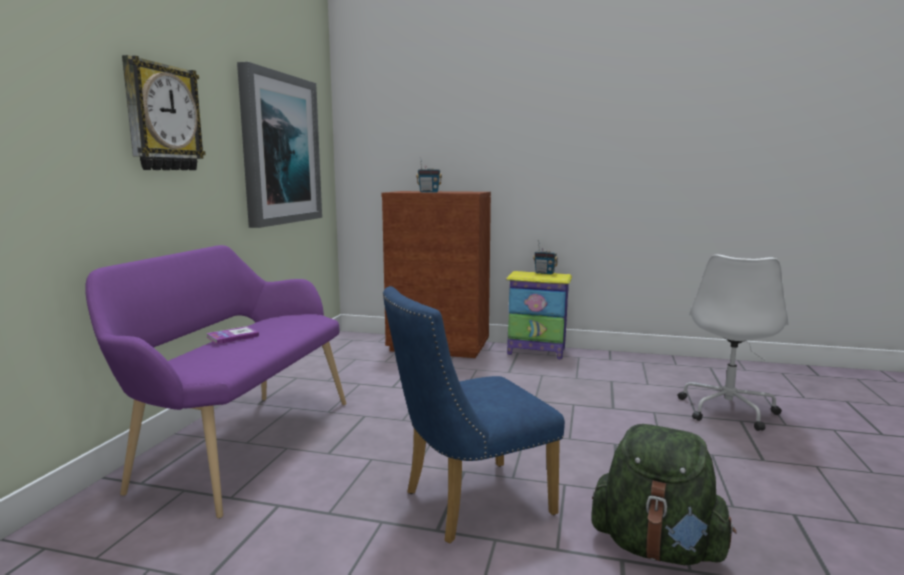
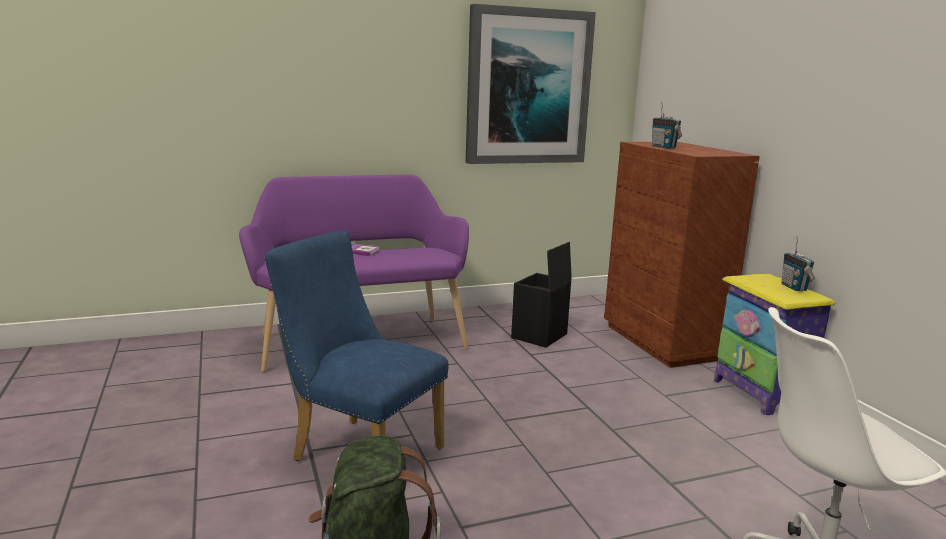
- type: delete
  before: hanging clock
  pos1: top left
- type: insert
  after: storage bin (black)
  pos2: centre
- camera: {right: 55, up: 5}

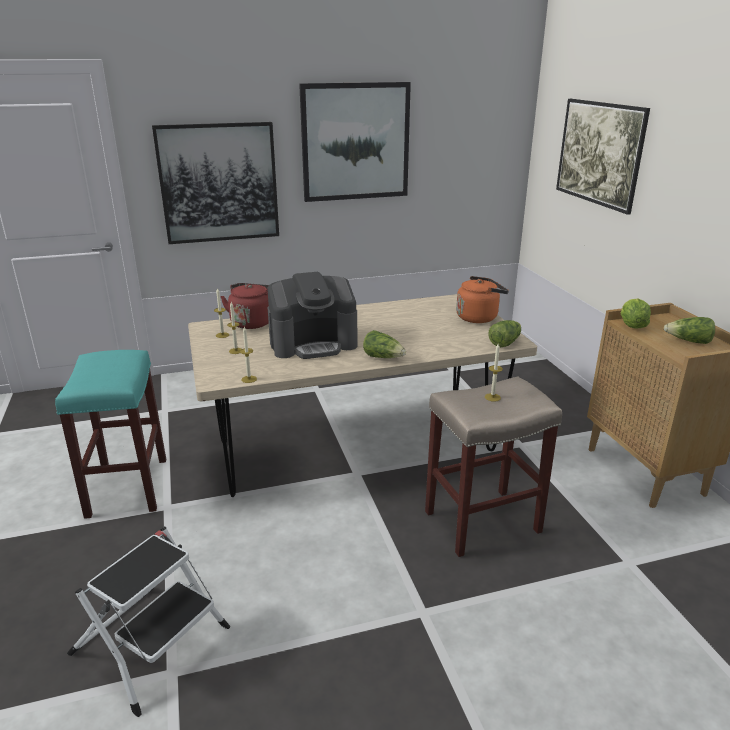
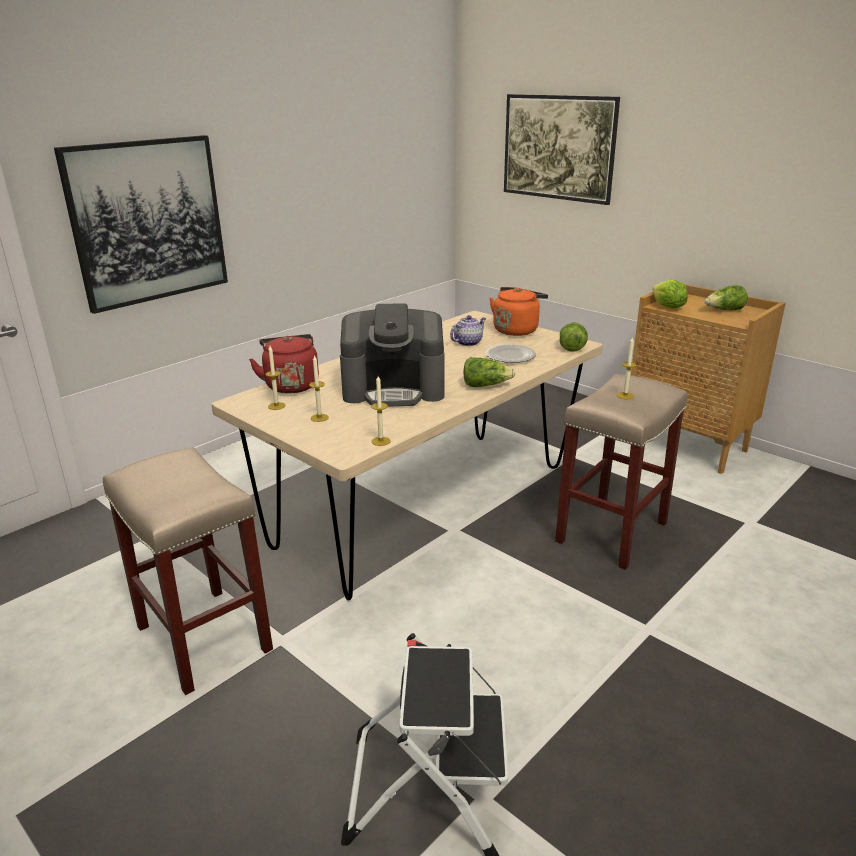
- type: delete
  before: wall art (2nd from left)
  pos1: top centre
- type: insert
  after: teapot
  pos2: centre
- type: insert
  after: dinner plate
  pos2: centre
- type: recolor
  before: stool seat (turquoise)
  after: stool seat (beige) (1st from left)
  pos1: middle left
  pos2: bottom left
- type: rotate
  before: coffee machine
  pos1: centre
  pos2: centre
  turn: 45
- camera: {right: -30, up: 0}

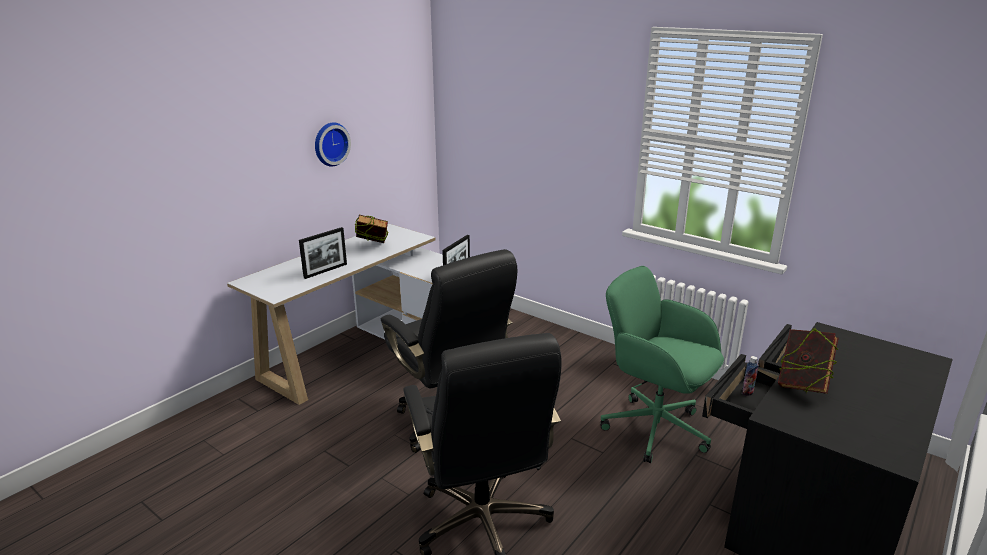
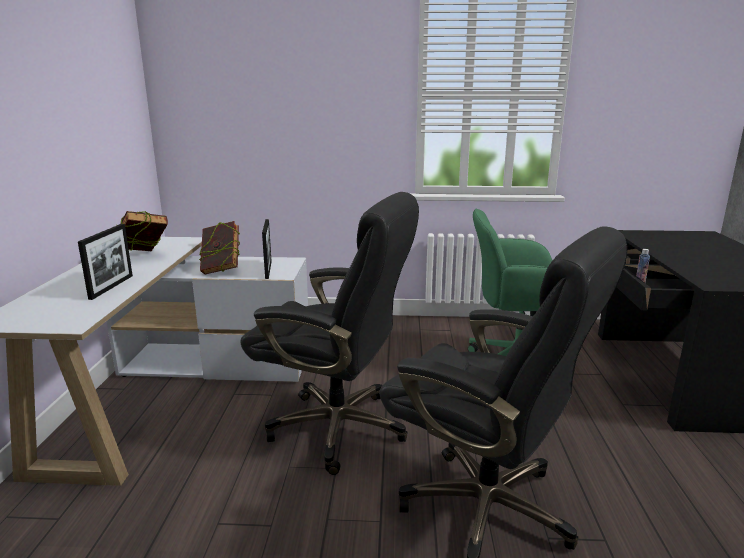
- type: delete
  before: hanging clock
  pos1: top centre
- type: move
  before: volume (2nd from left)
  pos1: middle right
  pos2: middle left
- camera: {right: -35, up: -5}

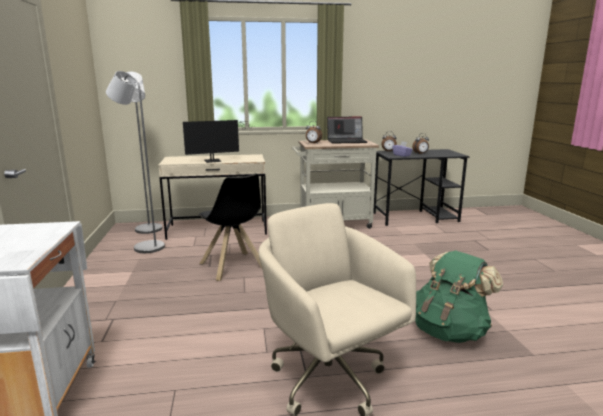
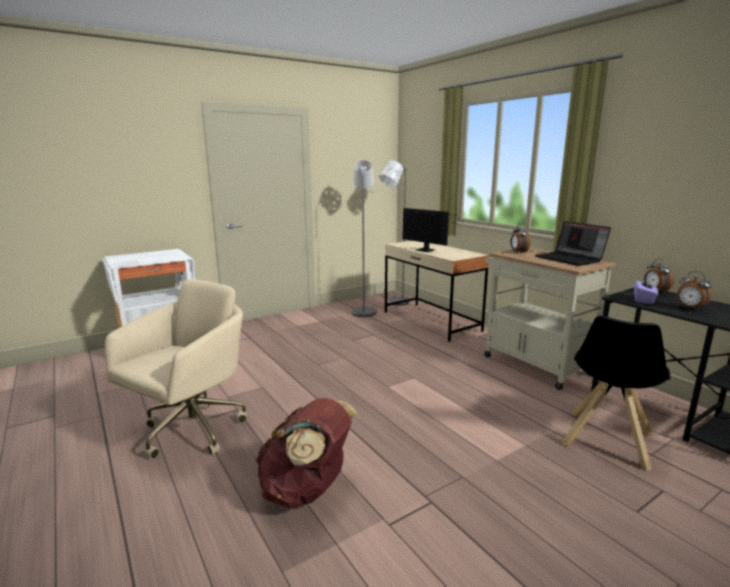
- type: move
  before: upright chair (black)
  pos1: centre
  pos2: bottom right
- type: recolor
  before: rucksack (green-coloured)
  after: rucksack (brownish)
  pos1: bottom right
  pos2: bottom centre
- camera: {right: 65, up: 0}

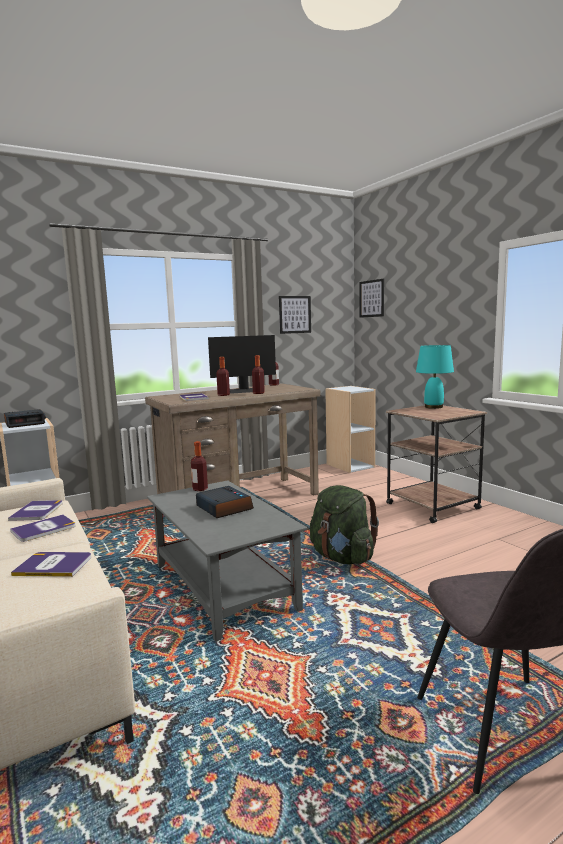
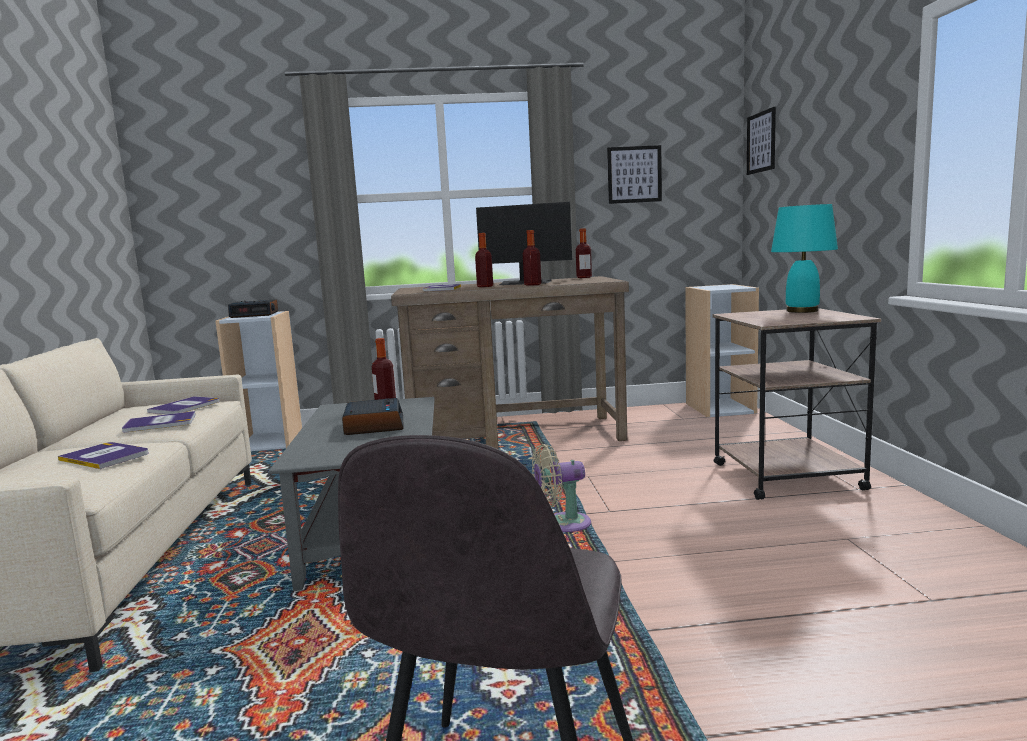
- type: replace
  before: rucksack (green-coloured)
  after: cooling fan (beige)
  pos1: centre
  pos2: centre
- camera: {right: 25, up: 0}

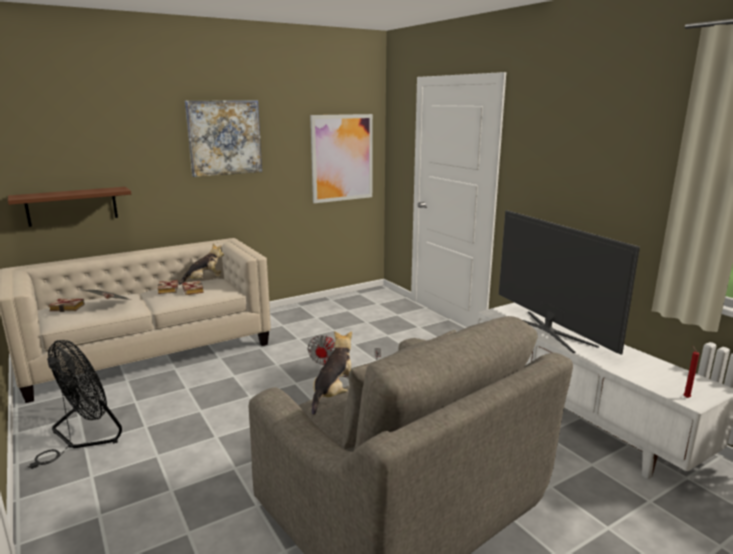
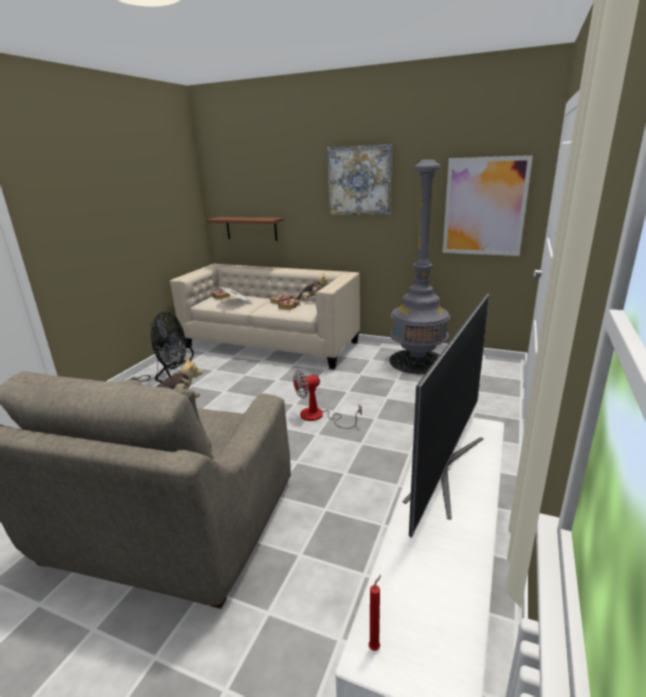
- type: insert
  after: standing lamp (gray)
  pos2: centre
- camera: {right: 55, up: 5}

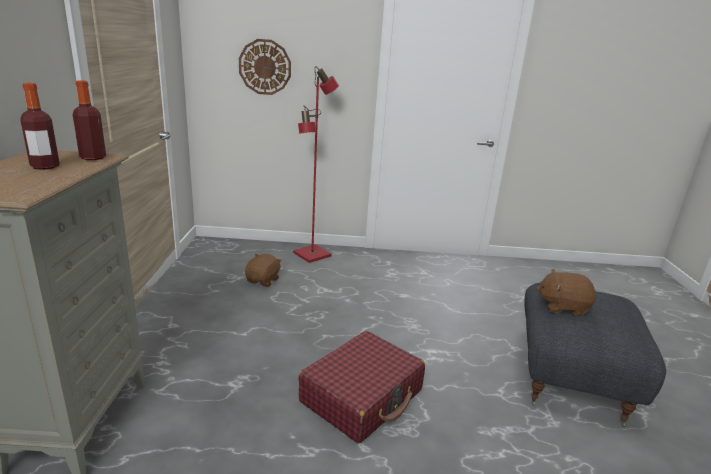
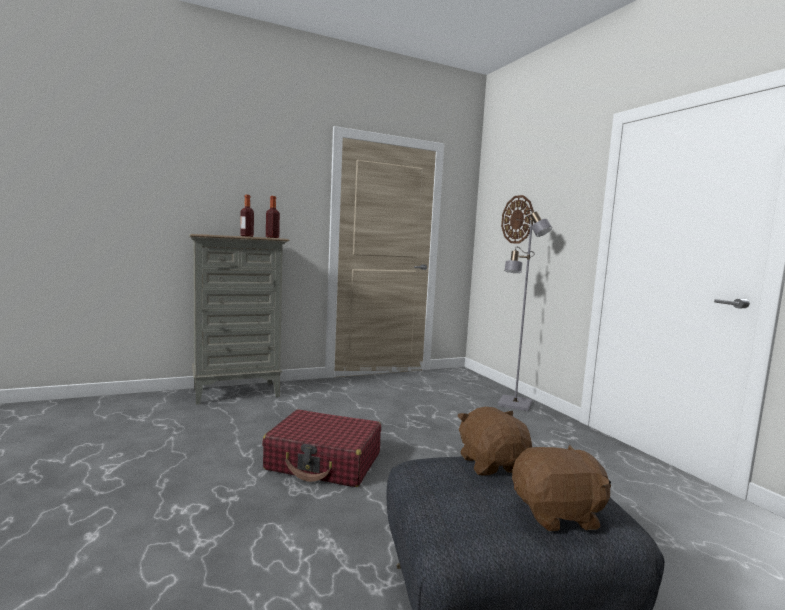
- type: move
  before: soft toy (brownish) (1st from left in the first image)
  after: soft toy (brownish) (2nd from left)
  pos1: centre
  pos2: bottom right
- type: recolor
  before: standing lamp (red-coloured)
  after: standing lamp (gray)
  pos1: centre
  pos2: middle right
- camera: {right: 65, up: -15}

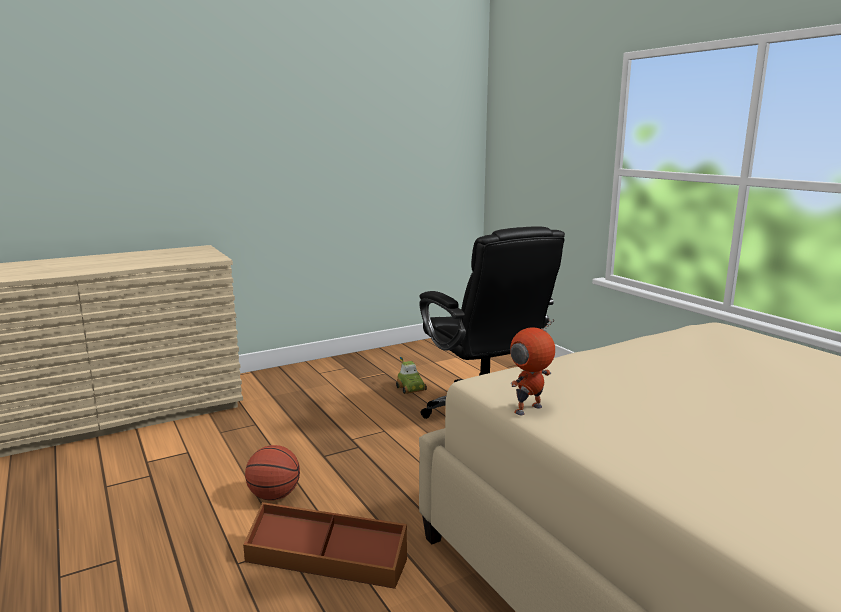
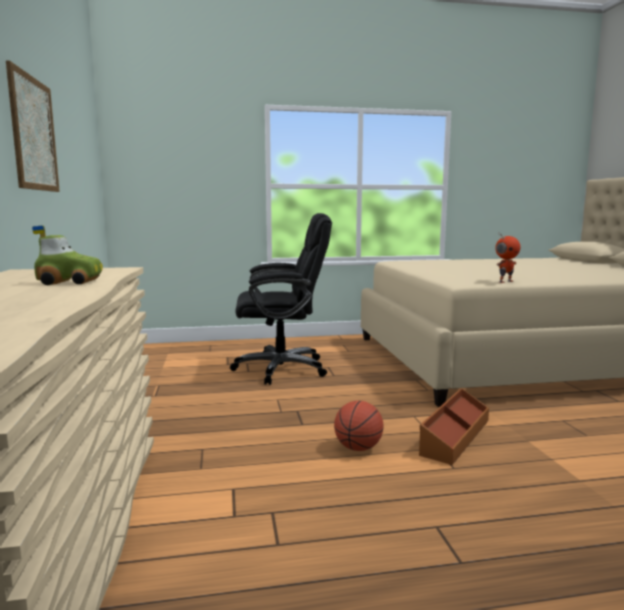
- type: insert
  after: wall art
  pos2: top left
- type: move
  before: toy car
  pos1: centre
  pos2: middle left
- type: rotate
  before: robot figure
  pos1: centre
  pos2: middle right
  turn: -105
- camera: {right: -70, up: -5}

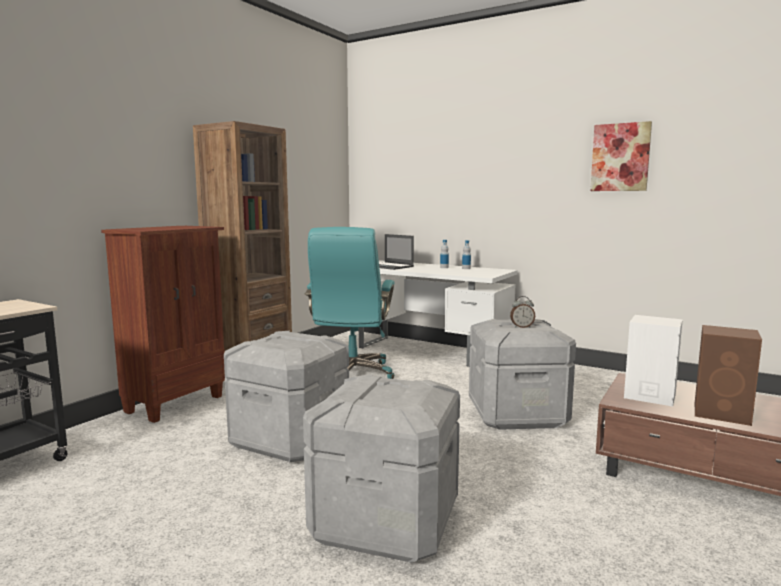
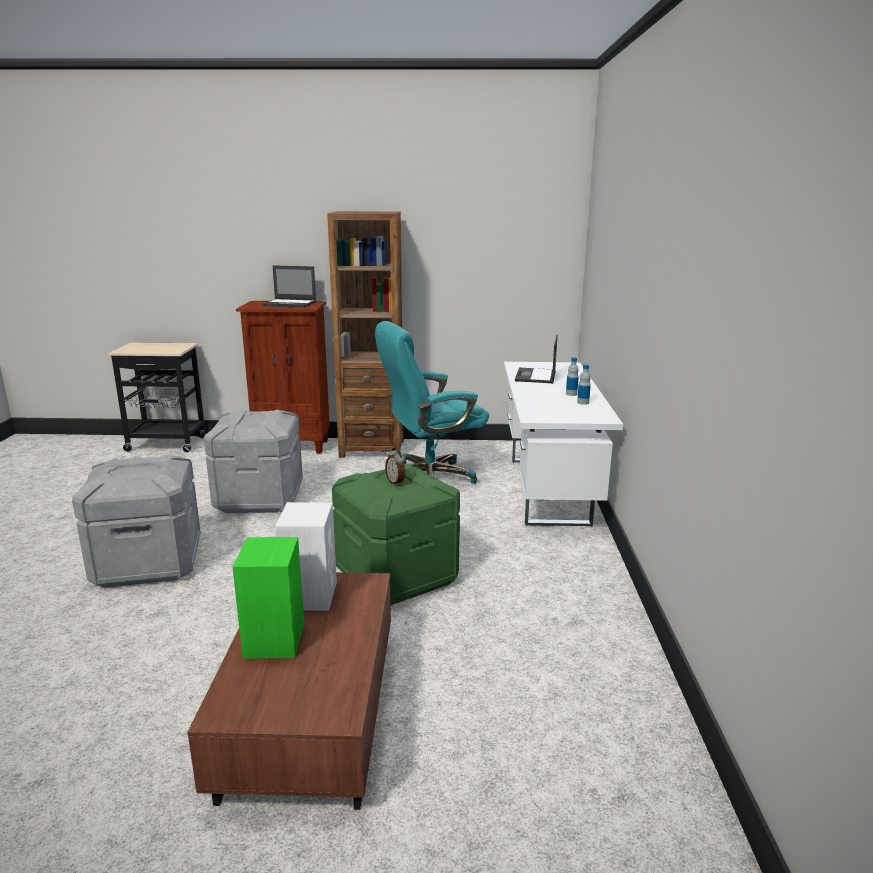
- type: delete
  before: wall art
  pos1: top right
- type: insert
  after: laptop (1st from left)
  pos2: top left
- type: recolor
  before: storage bin (gray) (3rd from left)
  after: storage bin (green-coloured)
  pos1: middle right
  pos2: centre
- type: recolor
  before: loudspeaker (brownish)
  after: loudspeaker (green-coloured)
  pos1: middle right
  pos2: bottom left
- camera: {right: 60, up: 10}

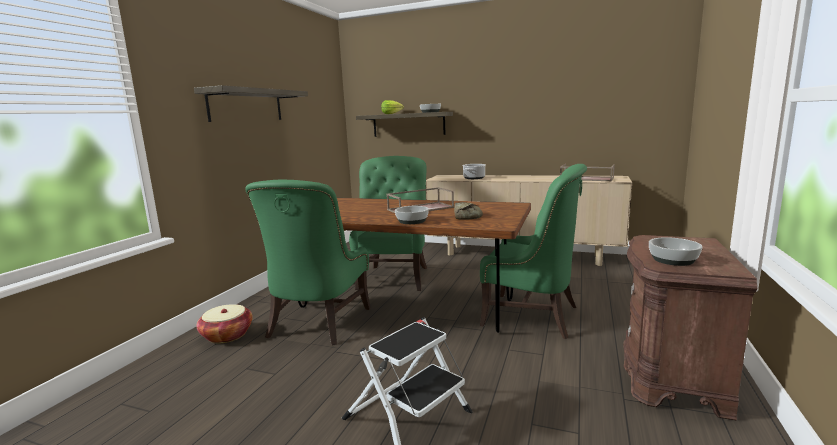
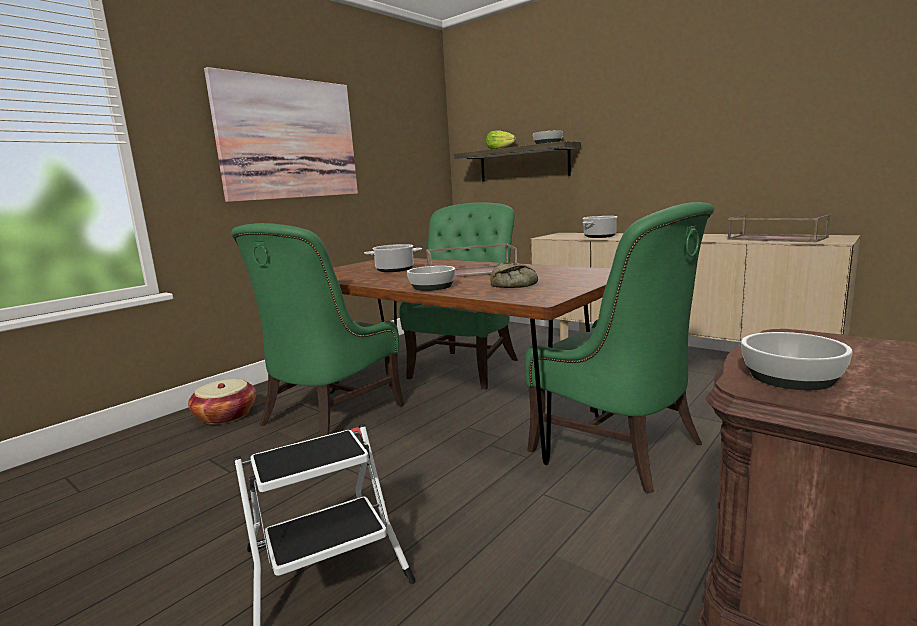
- type: insert
  after: stockpot (1st from left)
  pos2: centre
- type: replace
  before: shelf (1st from left)
  after: wall art
  pos1: top left
  pos2: top left
- camera: {right: 20, up: 0}

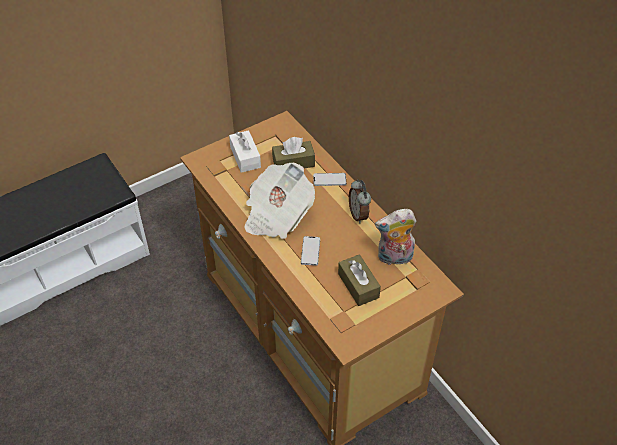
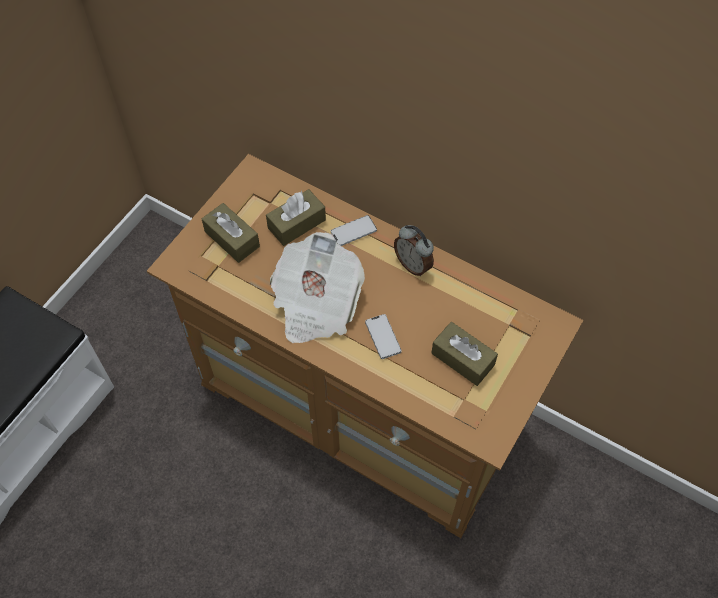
- type: delete
  before: soft toy
  pos1: centre
- type: recolor
  before: box of tissues (white-coloured)
  after: box of tissues (brownish) (1st from left)
  pos1: centre
  pos2: middle left
- camera: {right: -25, up: 10}

